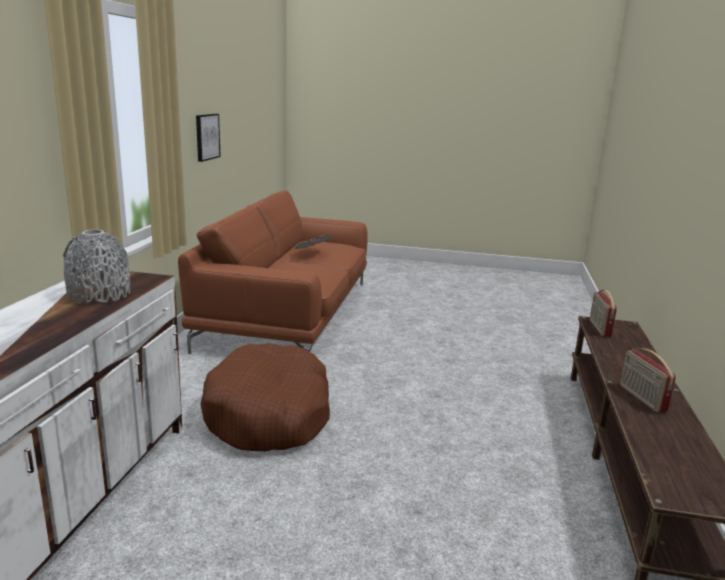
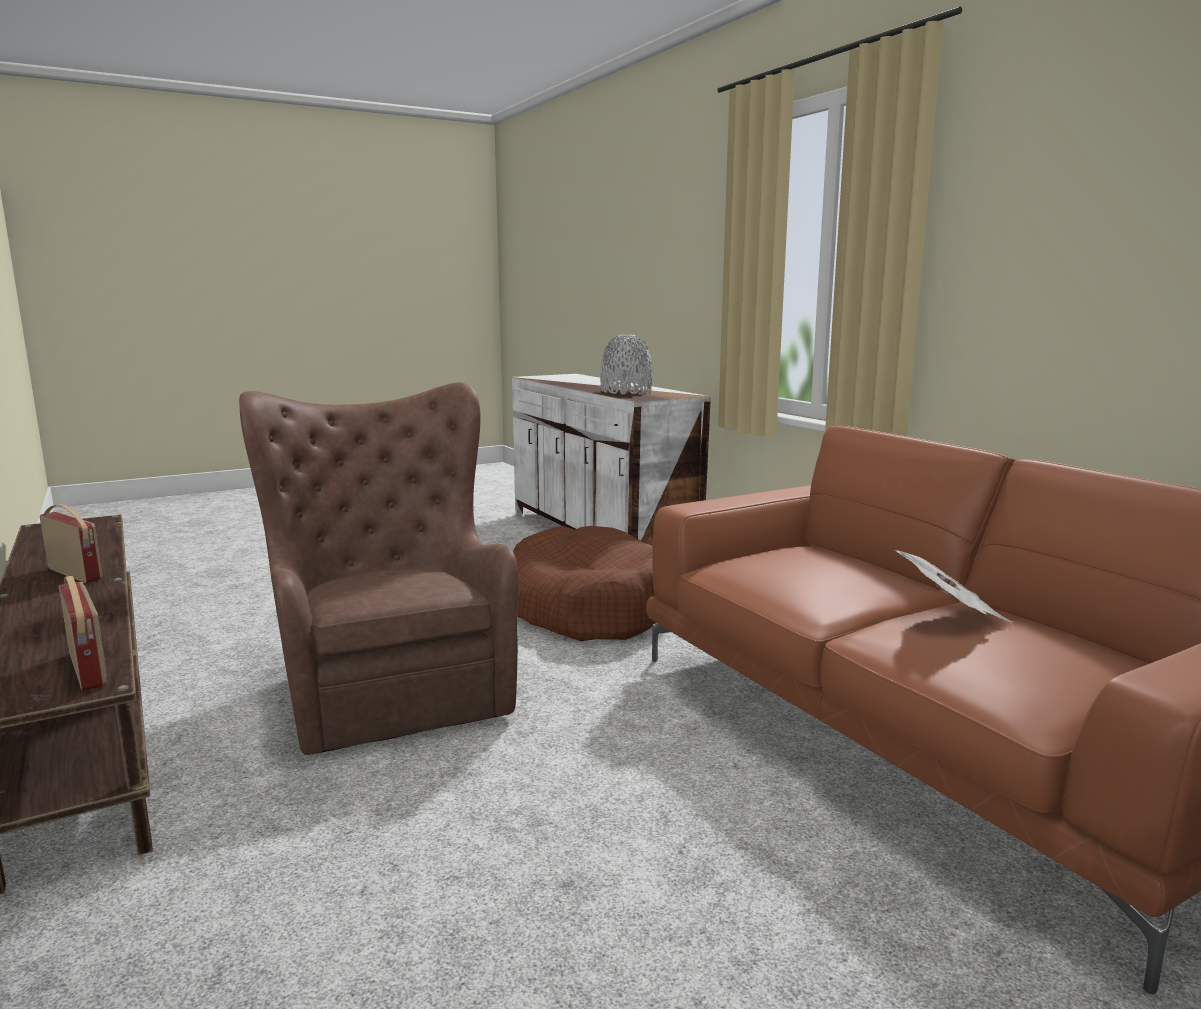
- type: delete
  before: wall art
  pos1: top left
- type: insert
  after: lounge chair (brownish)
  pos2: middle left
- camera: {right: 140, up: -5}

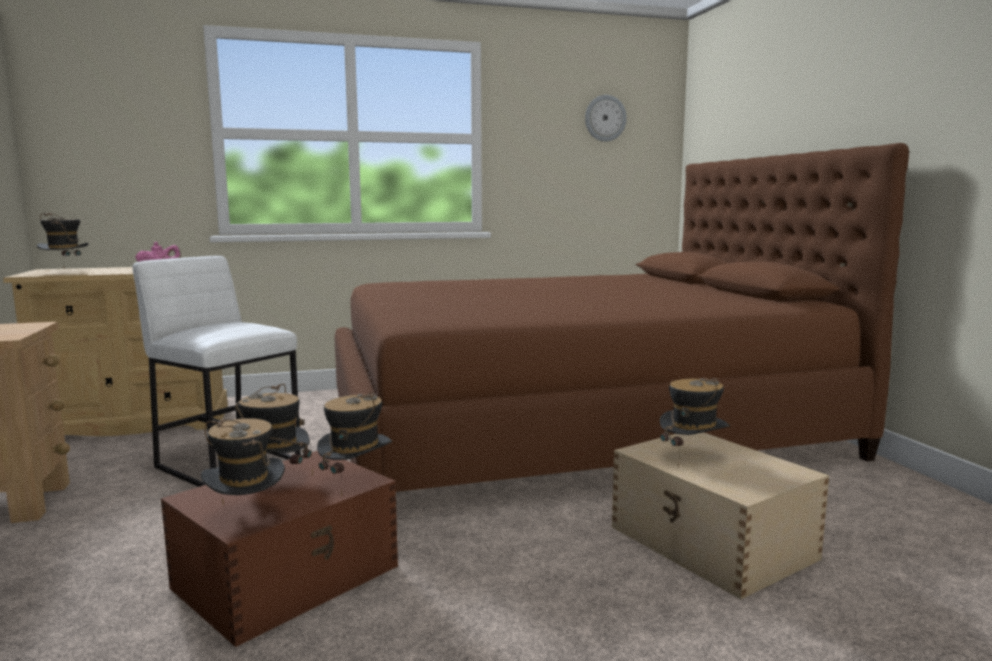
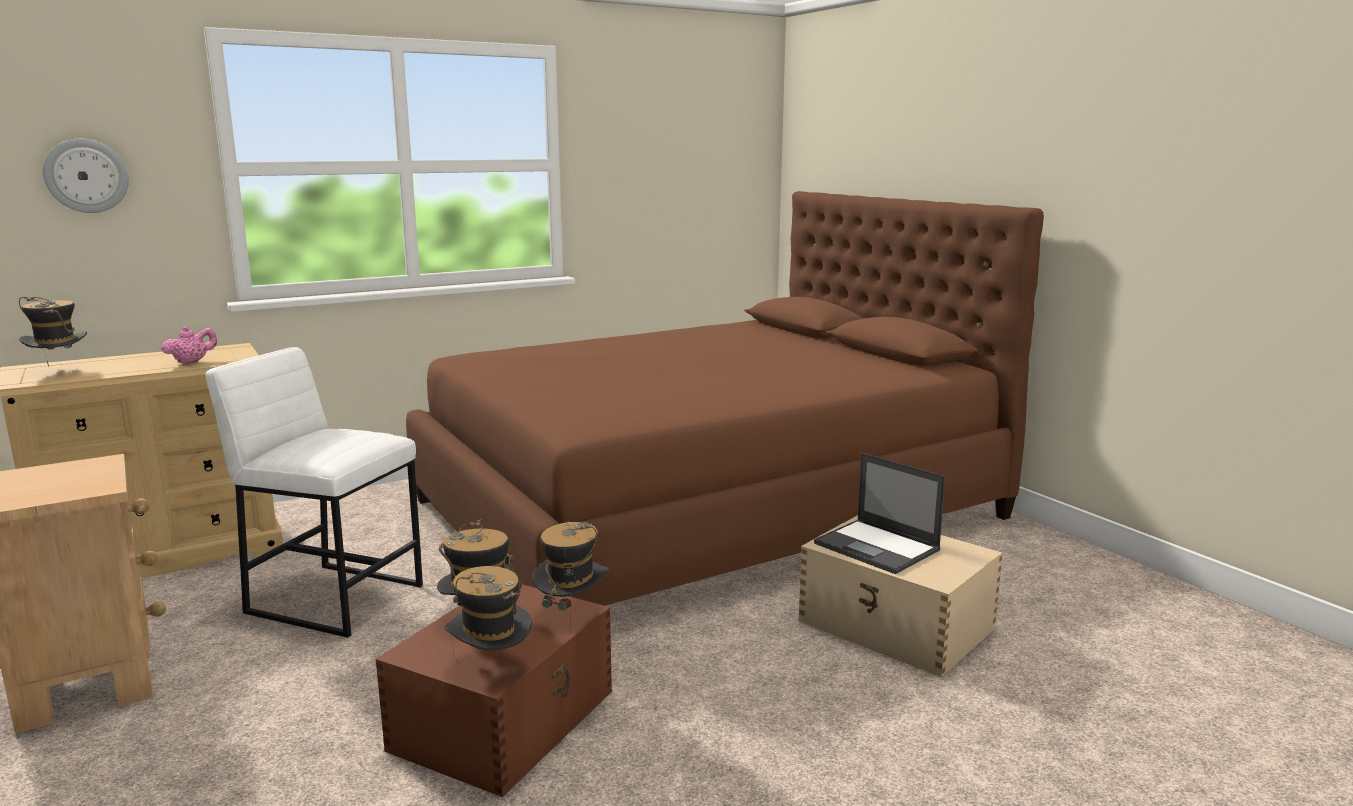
- type: move
  before: hanging clock
  pos1: top centre
  pos2: top left
- type: replace
  before: hat (5th from left)
  after: laptop
  pos1: middle right
  pos2: centre
- camera: {right: -15, up: 5}

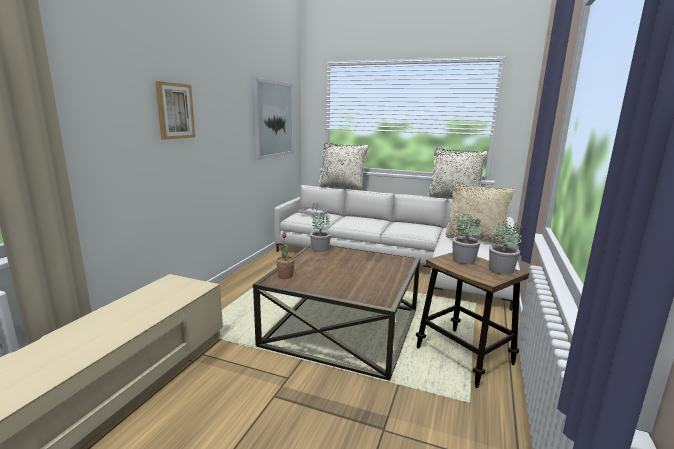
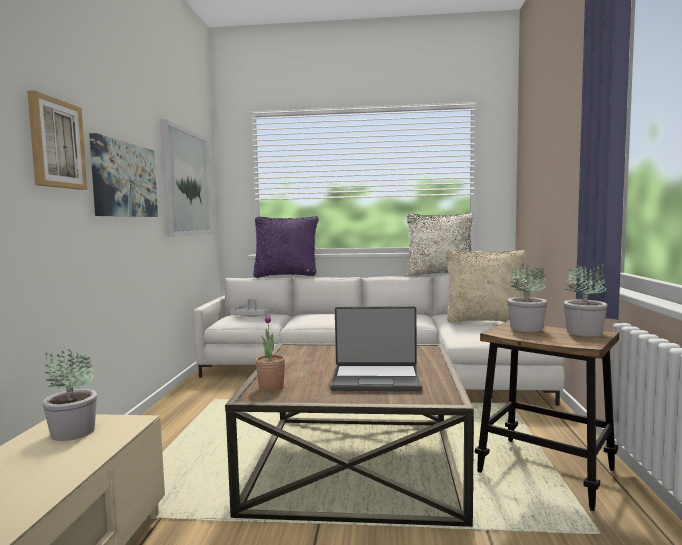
- type: insert
  after: wall art (2nd from left)
  pos2: top left
- type: insert
  after: laptop
  pos2: centre
- type: move
  before: potted plant (2nd from left in the first image)
  after: potted plant (1st from left)
  pos1: centre
  pos2: bottom left
- type: recolor
  before: pillow (beige) (1st from left)
  after: pillow (purplish)
  pos1: centre
  pos2: centre
- camera: {right: -15, up: -10}

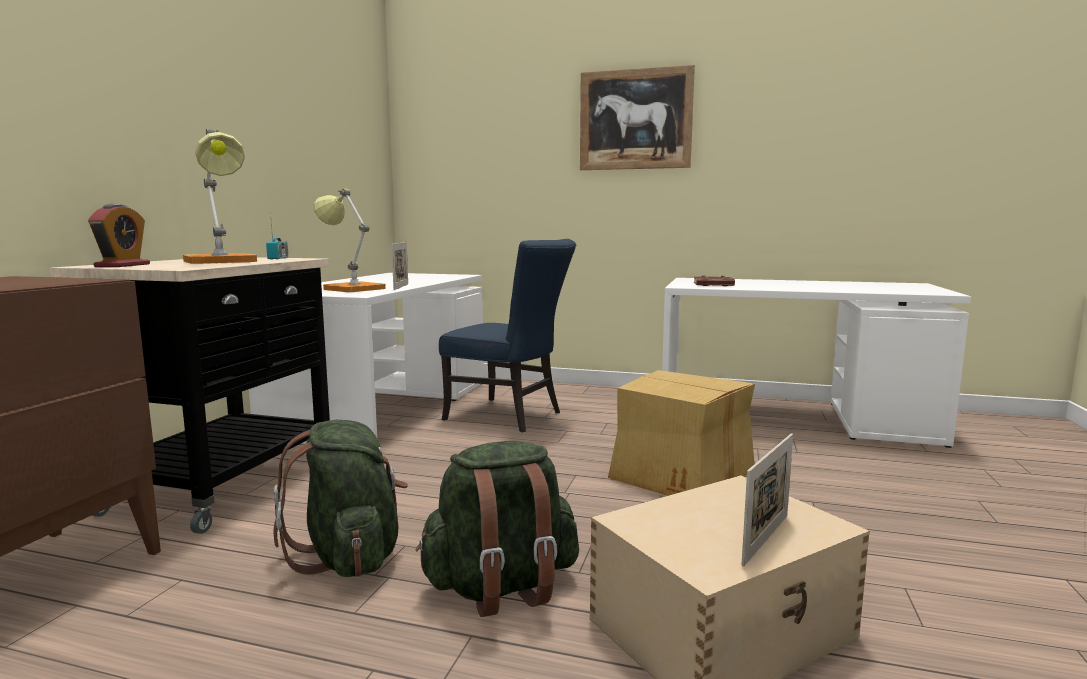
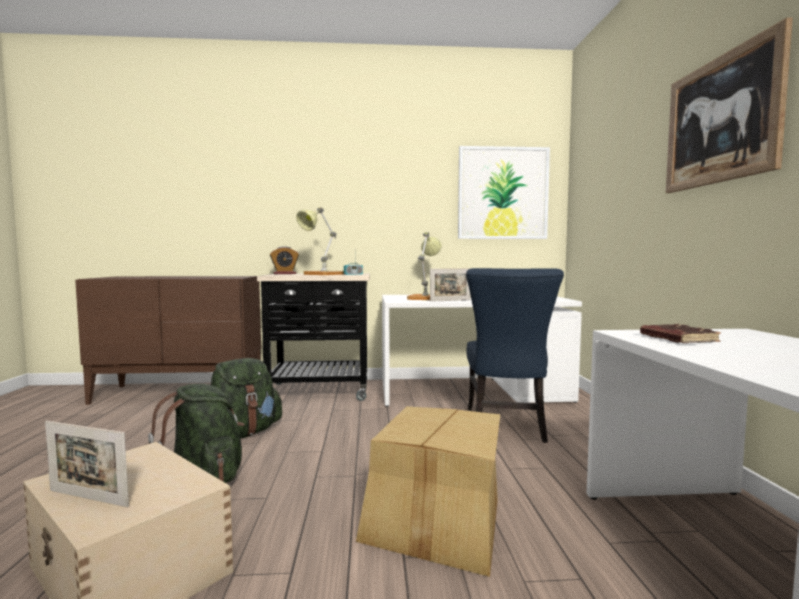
- type: insert
  after: wall art (1st from left)
  pos2: top centre
- camera: {right: 70, up: -5}

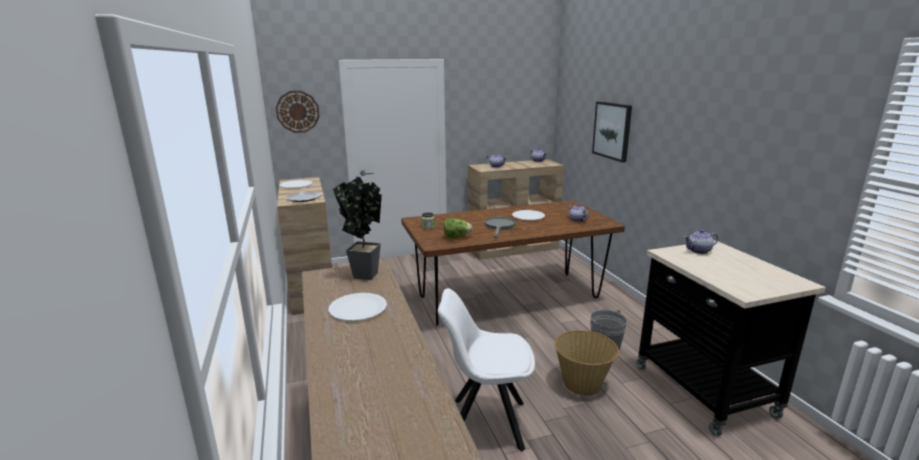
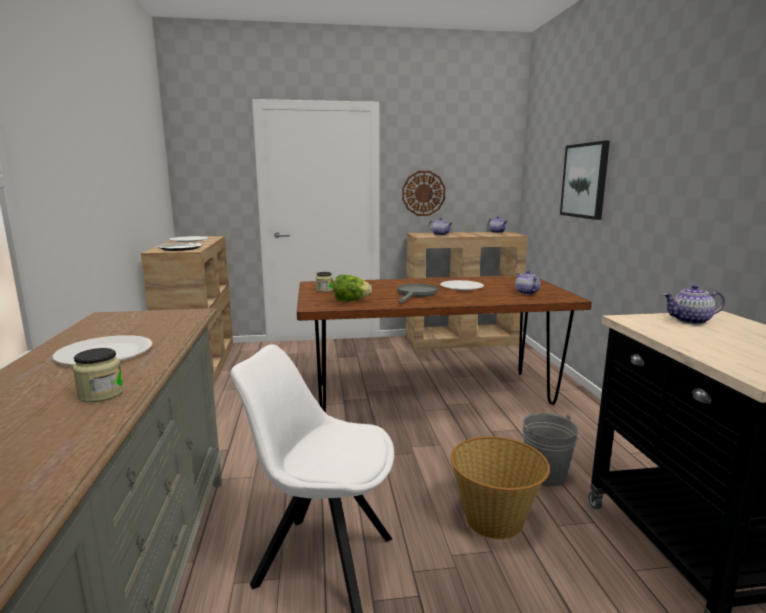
- type: delete
  before: potted plant
  pos1: centre
- type: insert
  after: jar (1st from left)
  pos2: middle left
- type: move
  before: hanging clock
  pos1: top left
  pos2: top centre
- camera: {right: 10, up: -5}

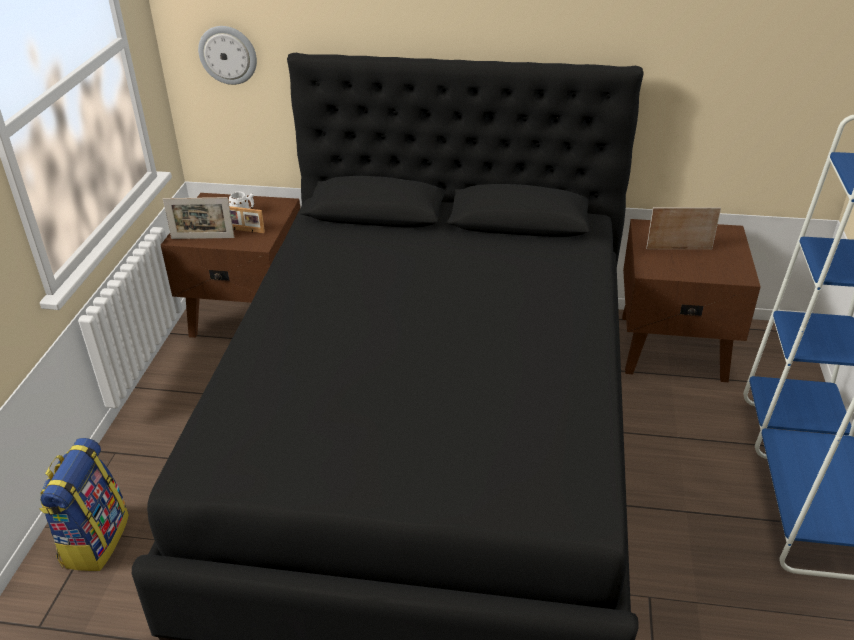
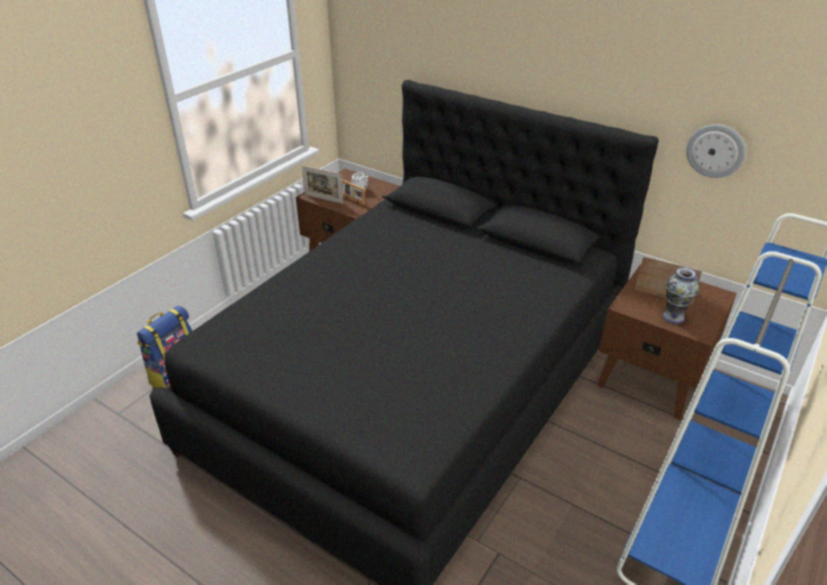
- type: insert
  after: vase
  pos2: middle right
- type: move
  before: hanging clock
  pos1: top left
  pos2: top right
- camera: {right: 25, up: 0}

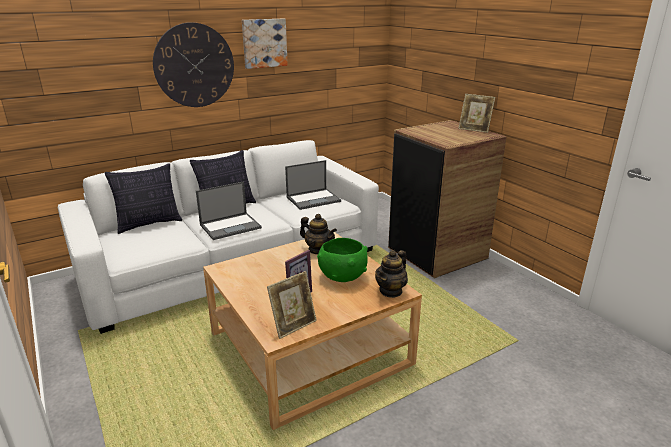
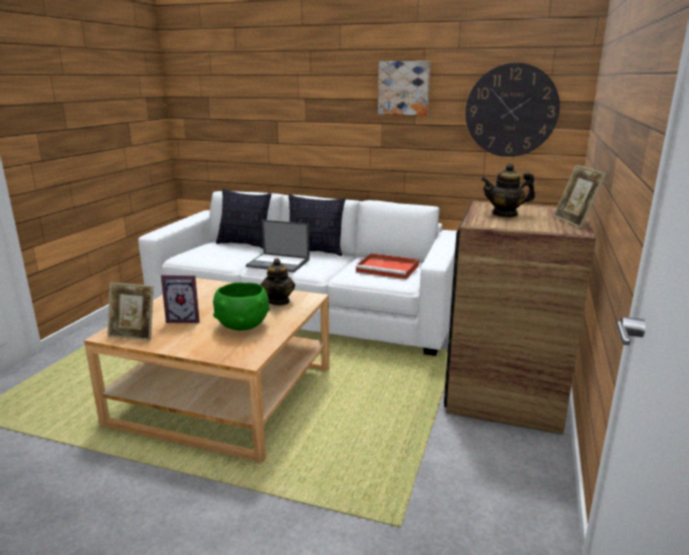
- type: move
  before: hanging clock
  pos1: top left
  pos2: top right
- type: move
  before: teapot (2nd from left)
  pos1: centre
  pos2: middle right
- type: replace
  before: laptop (2nd from left)
  after: tray (red-coloured)
  pos1: centre
  pos2: centre
- camera: {right: 50, up: -5}

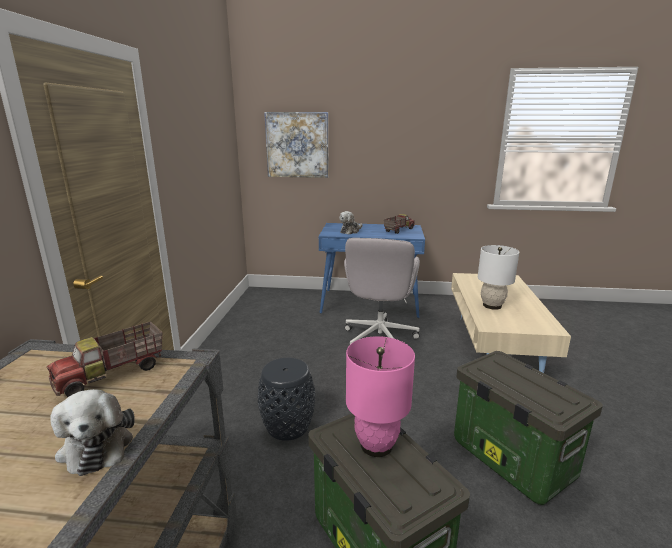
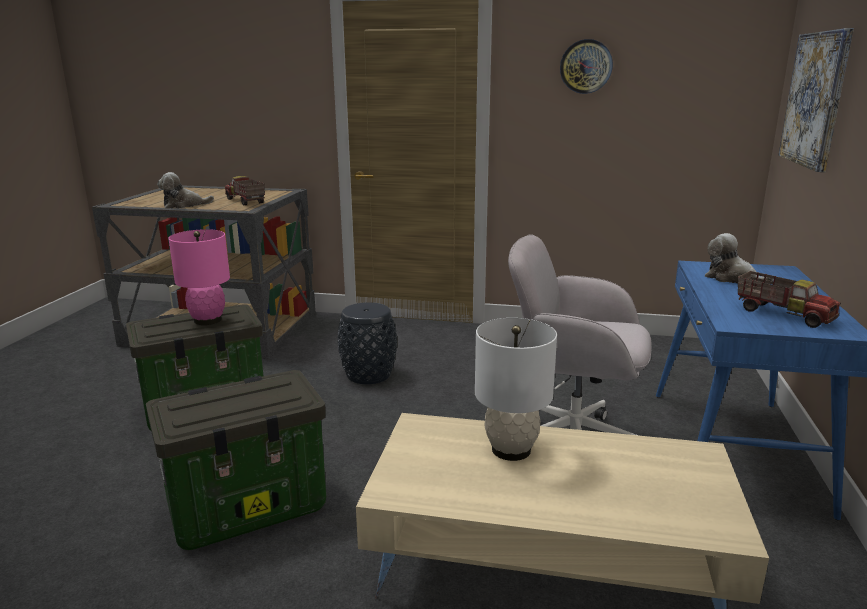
- type: insert
  after: hanging clock
  pos2: top right
- camera: {right: 95, up: 0}

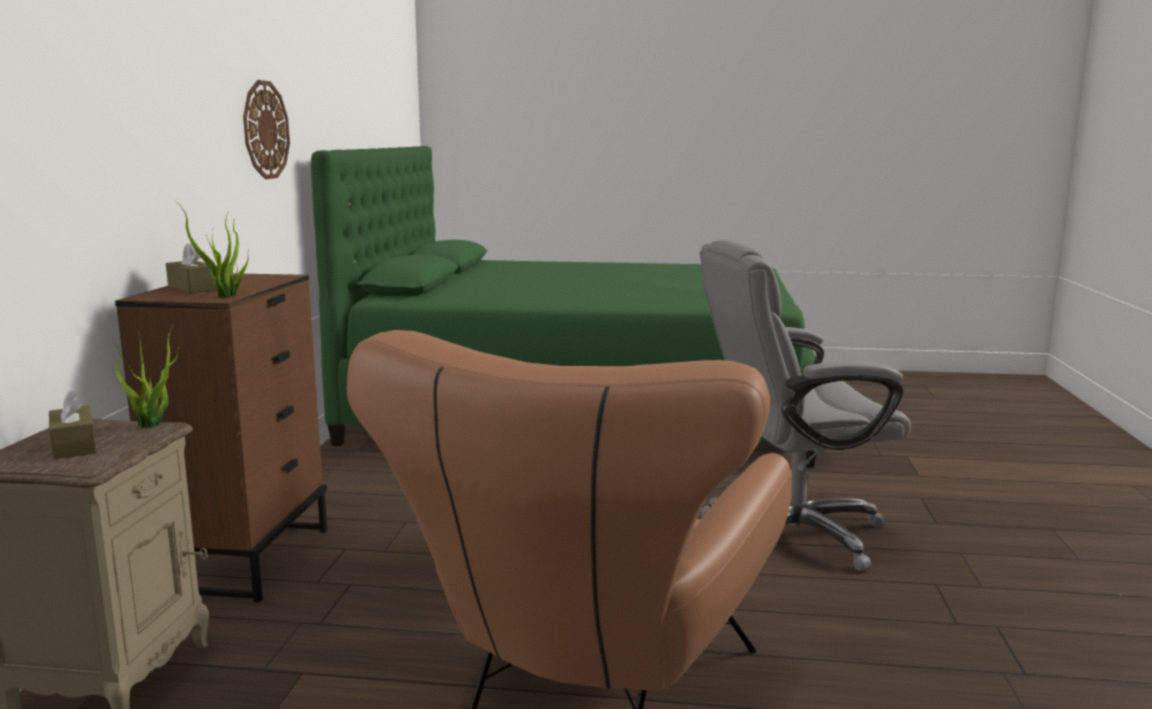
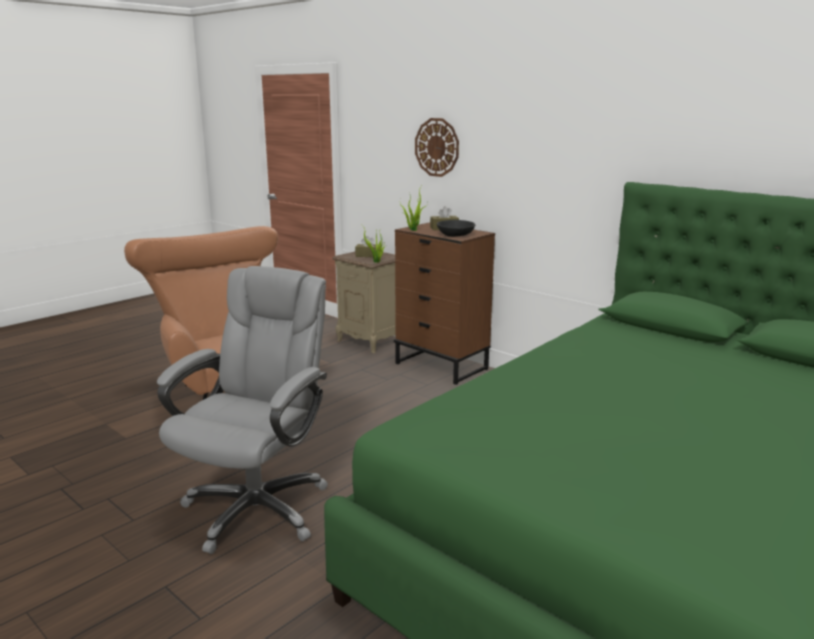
- type: insert
  after: deep dish (black)
  pos2: centre
- type: move
  before: hanging clock
  pos1: top left
  pos2: top centre
- camera: {right: 125, up: 5}

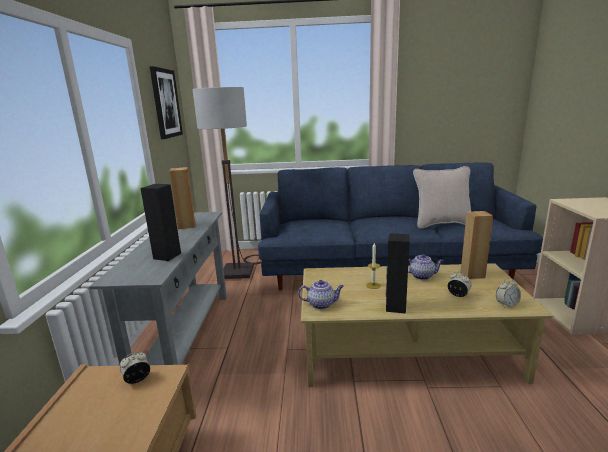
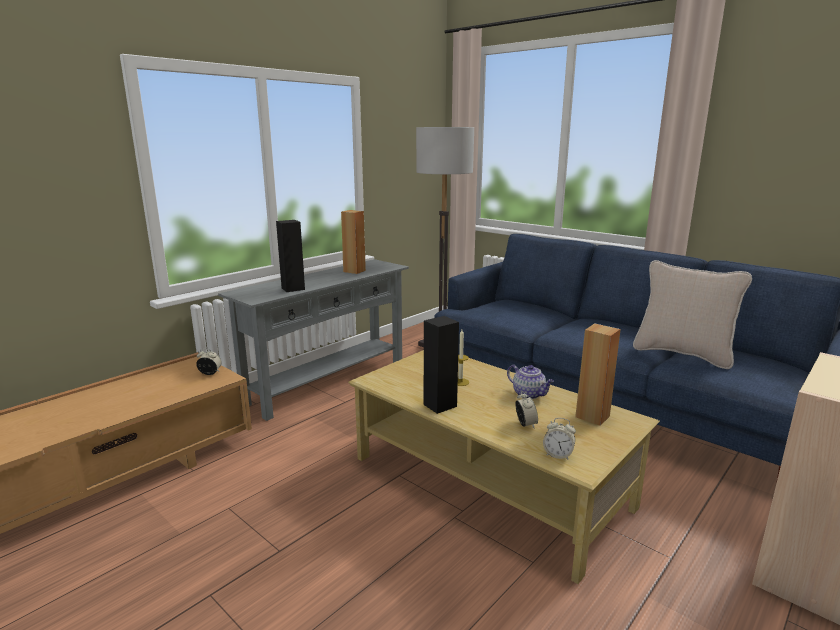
- type: delete
  before: wall art
  pos1: top left
- type: delete
  before: teapot (1st from left)
  pos1: centre
- camera: {right: 40, up: 0}

